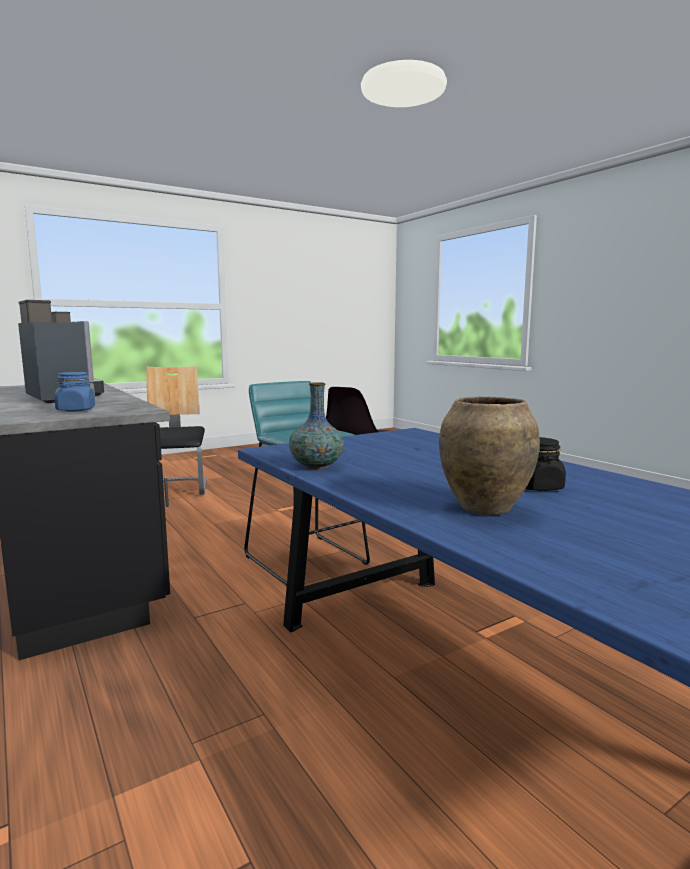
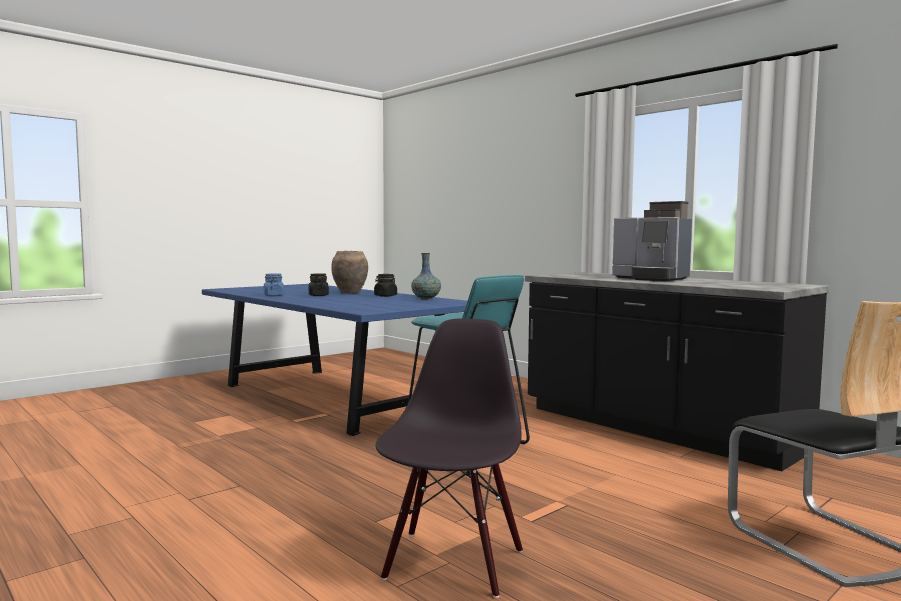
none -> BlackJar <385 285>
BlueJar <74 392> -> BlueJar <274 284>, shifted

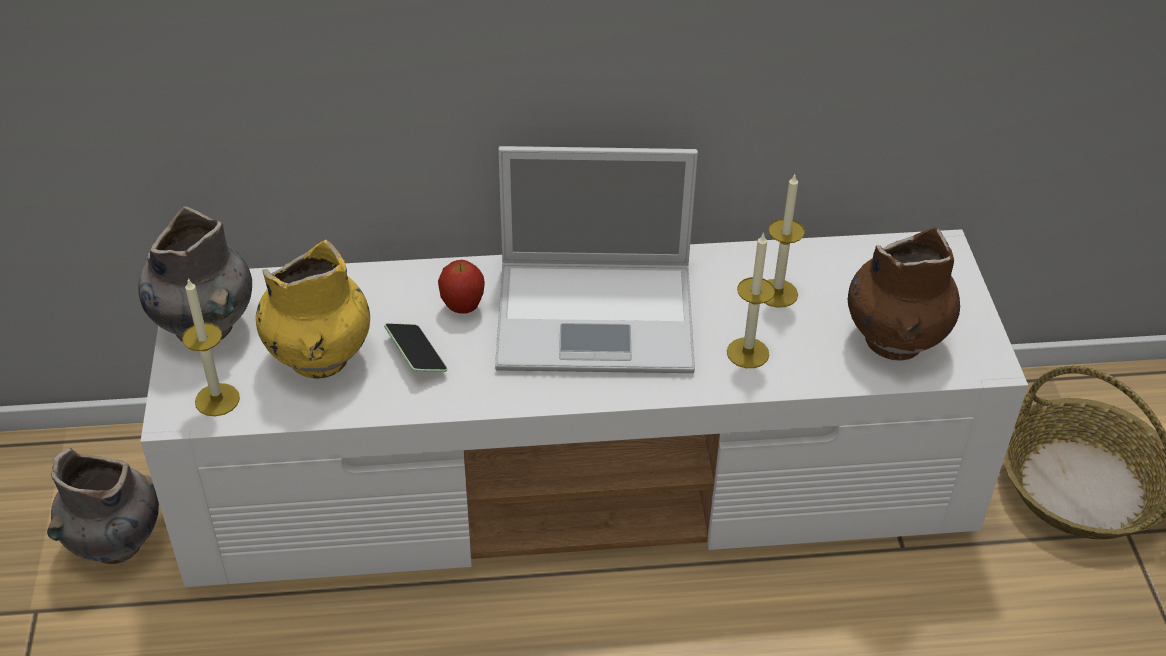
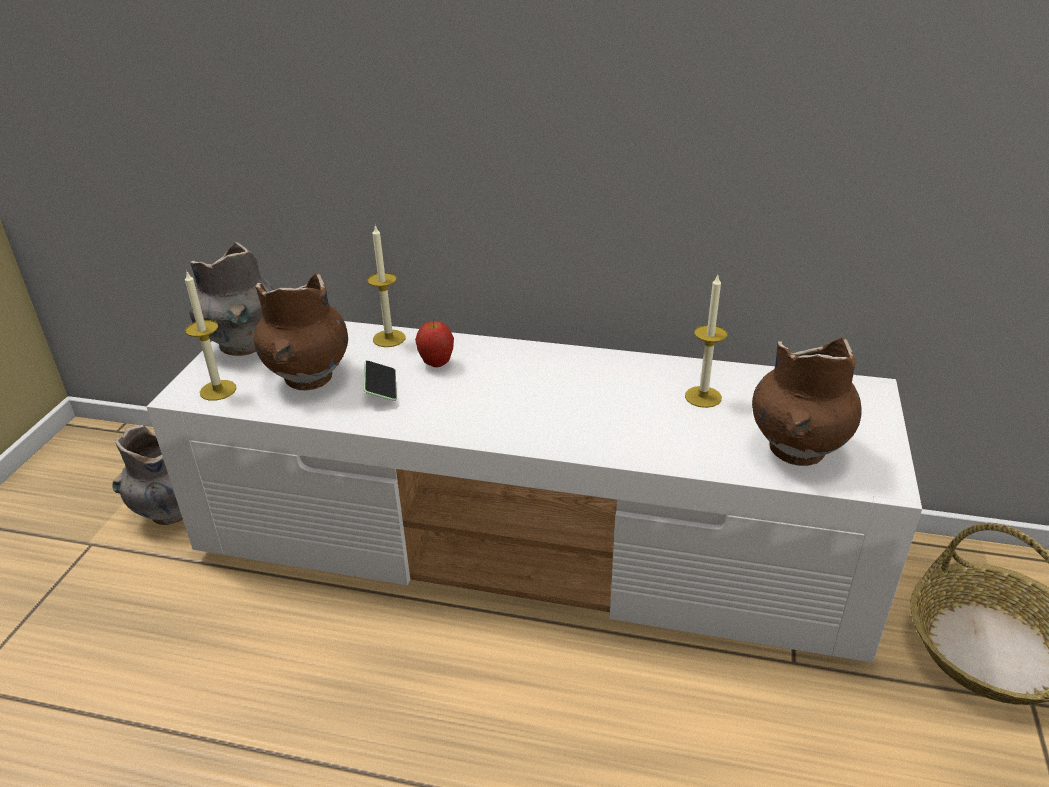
Laptop <596 259> -> none
Candle <751 300> -> Candle <386 286>, shifted
YellowVase <313 309> -> BrownVase <301 331>

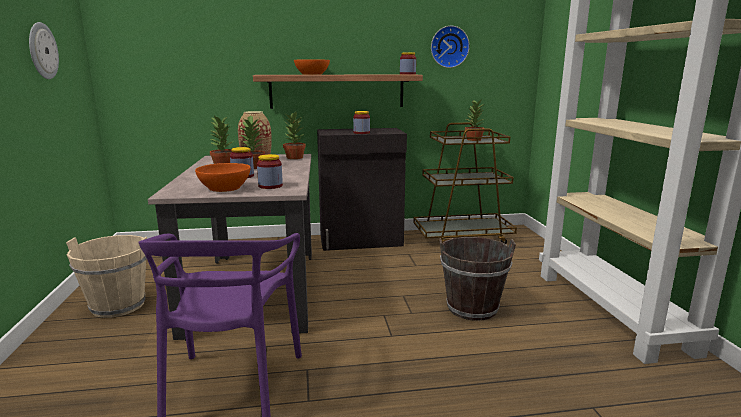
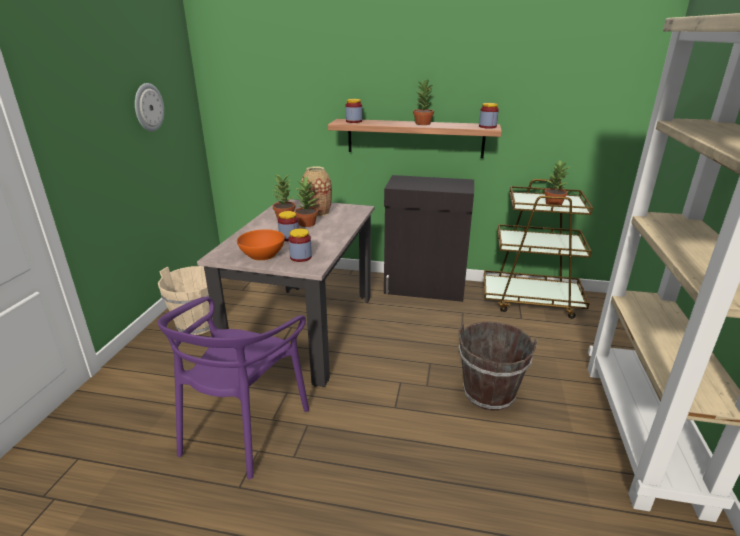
OrangeBowl <312 67> -> none
WallClock <450 47> -> none
PottedPlant <294 135> -> PottedPlant <423 102>, shifted
Jar <361 122> -> Jar <354 111>, shifted

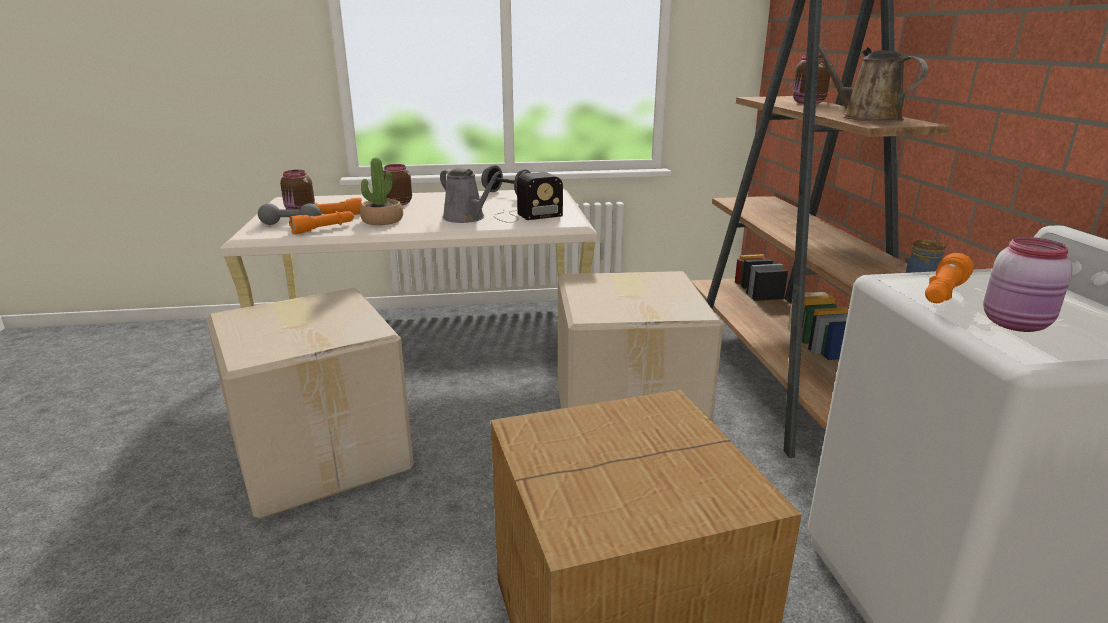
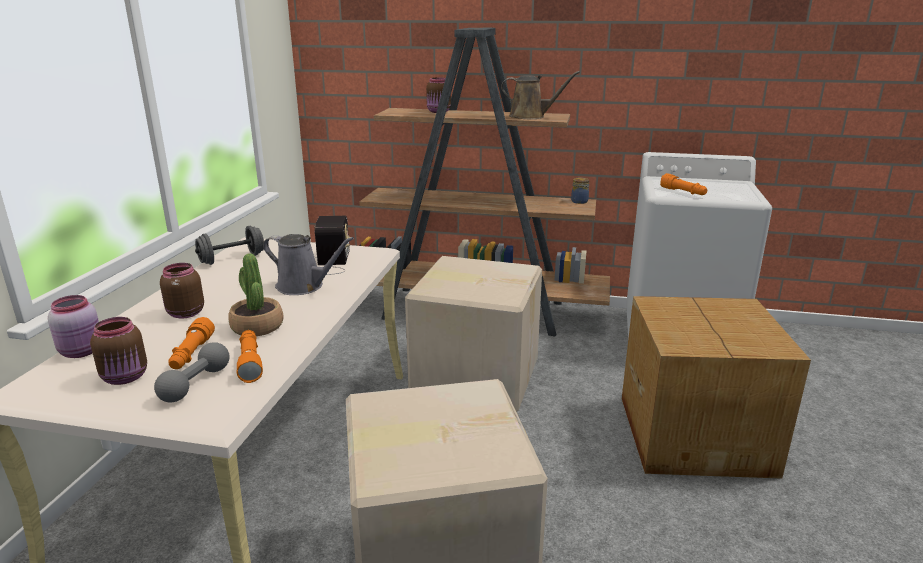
PinkJar <1028 284> -> PinkJar <73 326>, shifted
GreyWateringCan <470 195> -> GreyWateringCan <308 264>, 45 degrees clockwise
BrownWateringCan <873 83> -> BrownWateringCan <540 95>, 150 degrees counterclockwise

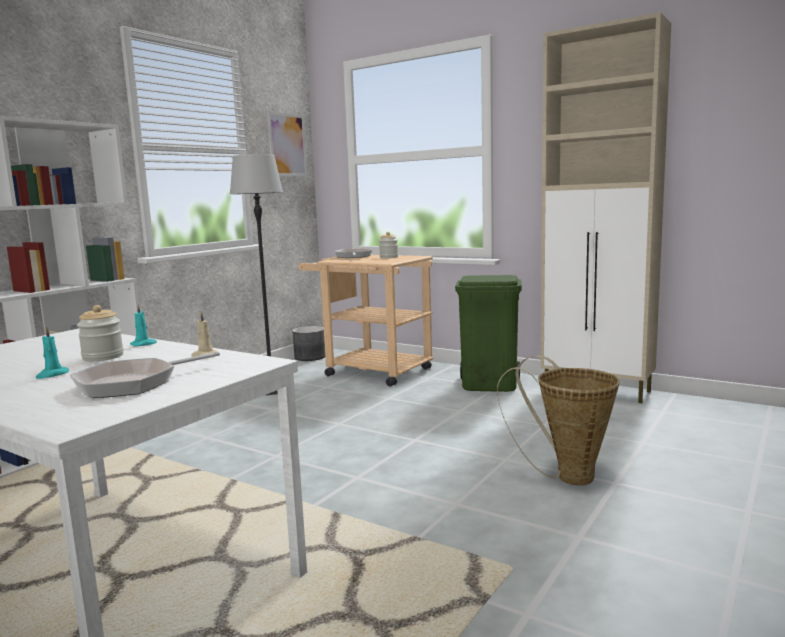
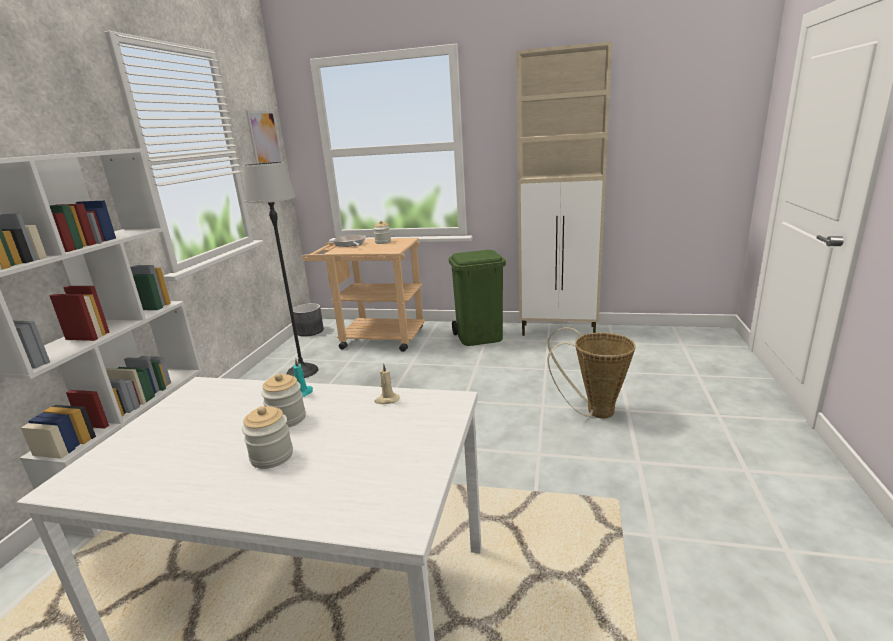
FryingPan <145 375> -> none
TurquoiseCandle <52 352> -> Jar <267 437>

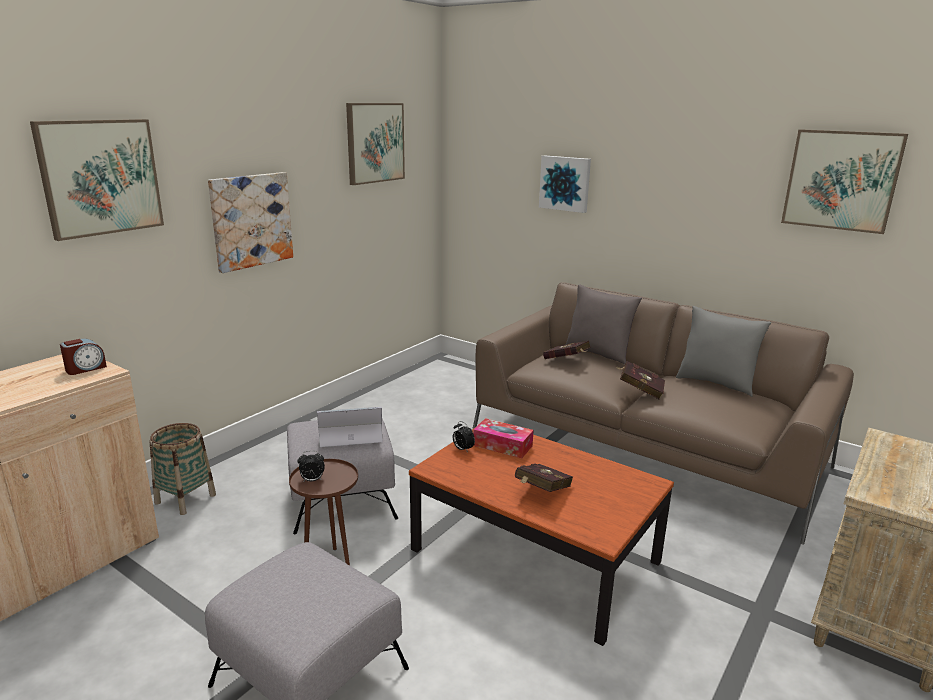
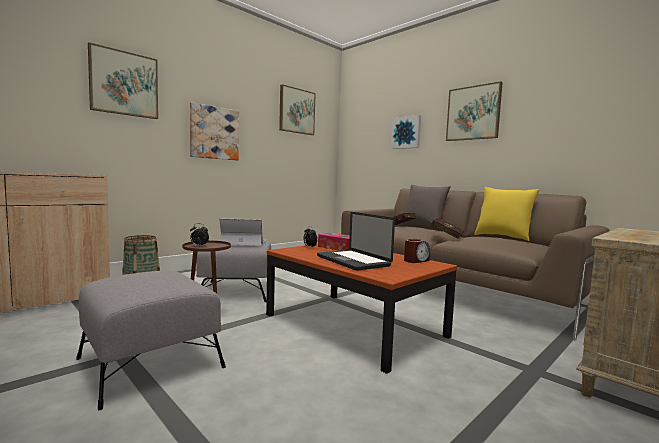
AlarmClock <83 356> -> AlarmClock <417 251>, shifted
Picture <844 181> -> Picture <474 111>, shifted
RedBook <544 478> -> Laptop <356 241>
GreyPillow <723 351> -> YellowPillow <507 214>

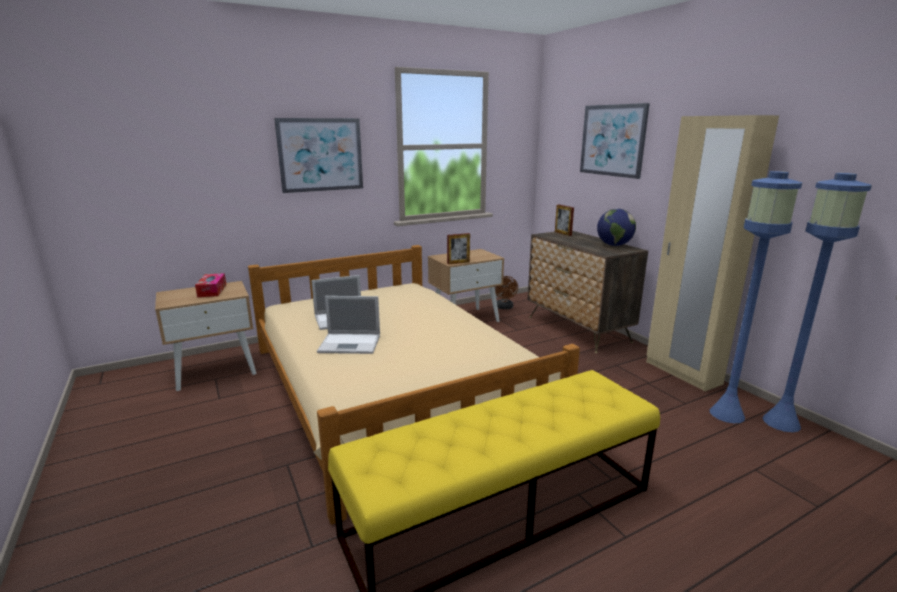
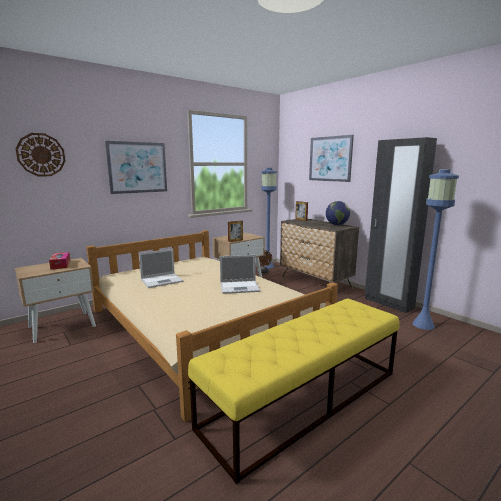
none -> WallClock <40 155>
Laptop <348 325> -> Laptop <240 274>, shifted
BlueFloorLamp <817 302> -> BlueFloorLamp <269 218>, shifted
BeigeWardrobe <712 253> -> BlackWardrobe <401 225>

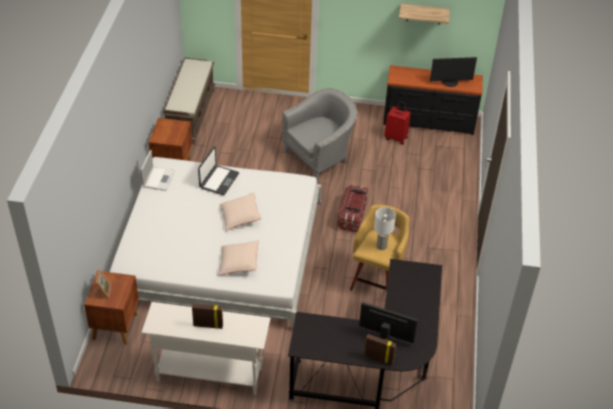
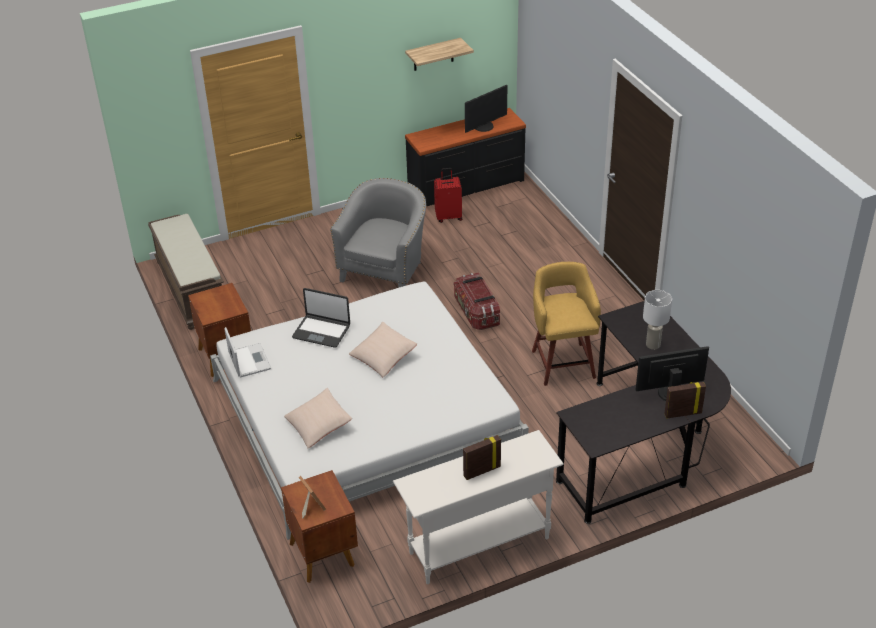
BeigePillow <238 258> -> BeigePillow <318 418>, shifted
WhiteTableLamp <385 228> -> WhiteTableLamp <657 320>, shifted
Laptop <218 170> -> Laptop <321 318>, 120 degrees clockwise

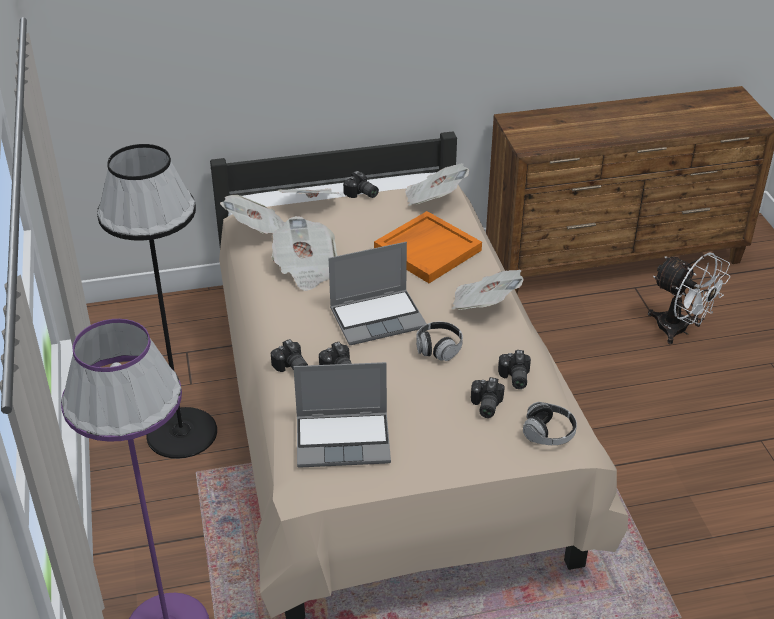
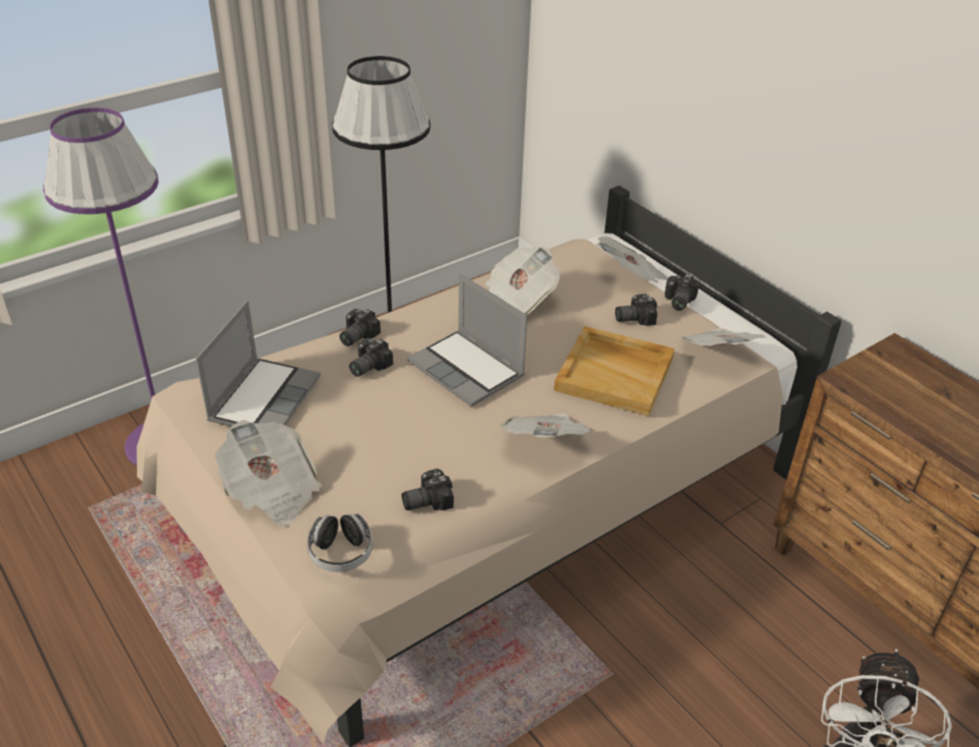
Headphones <439 341> -> none
Newspaper <252 214> -> Newspaper <268 473>, shifted
PhotoCamera <488 397> -> PhotoCamera <636 310>, shifted
OrangeTray <428 247> -> BeigeTray <614 371>
Laptop <342 414> -> Laptop <258 363>, 135 degrees counterclockwise

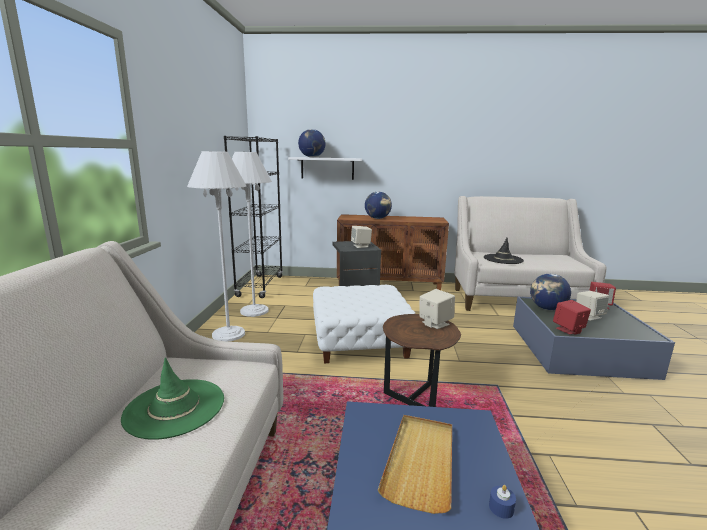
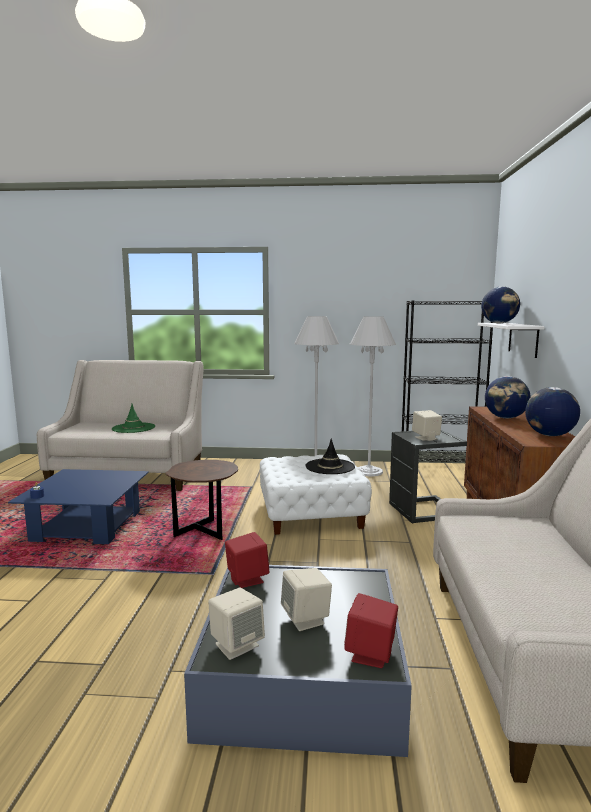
BeigeTray <415 464> -> none
BeigeSpeaker <437 309> -> BeigeSpeaker <236 624>, shifted
BlackHat <504 251> -> BlackHat <330 456>, shifted
Globe <550 292> -> Globe <552 411>, shifted

